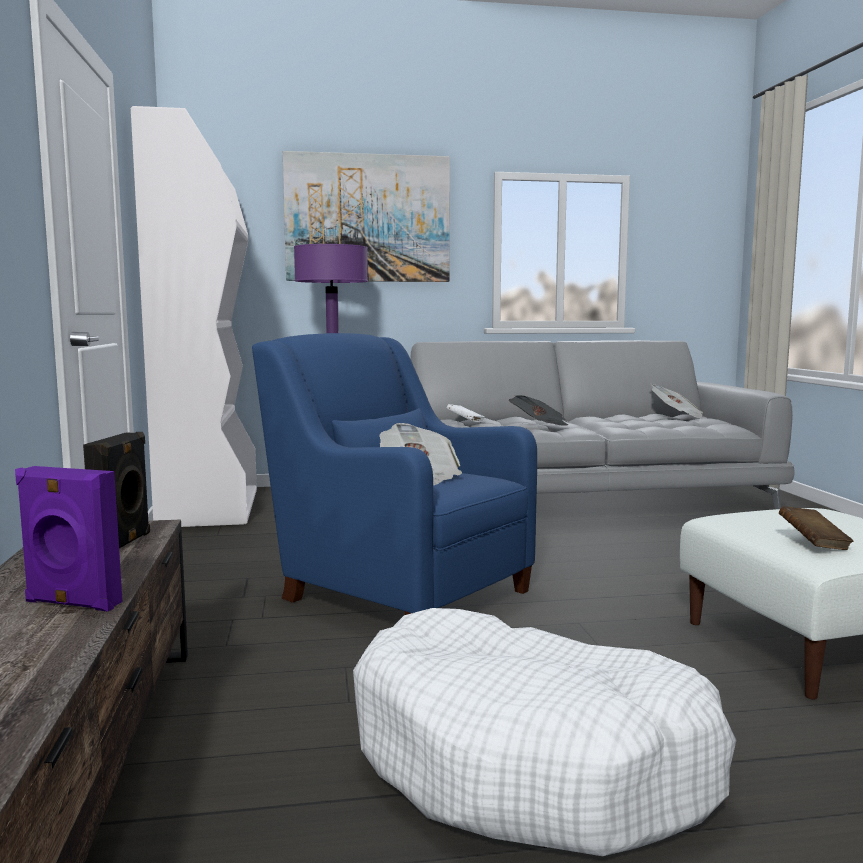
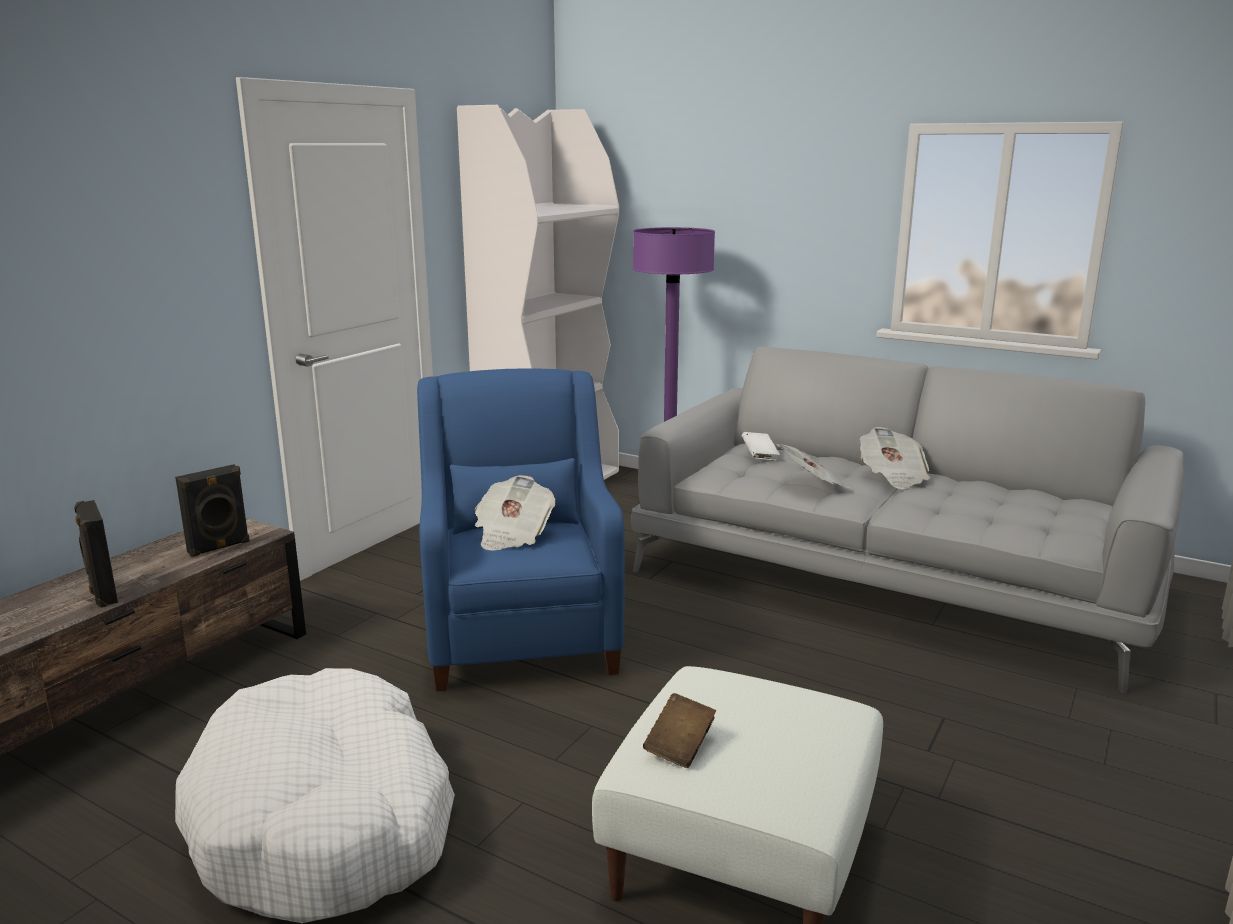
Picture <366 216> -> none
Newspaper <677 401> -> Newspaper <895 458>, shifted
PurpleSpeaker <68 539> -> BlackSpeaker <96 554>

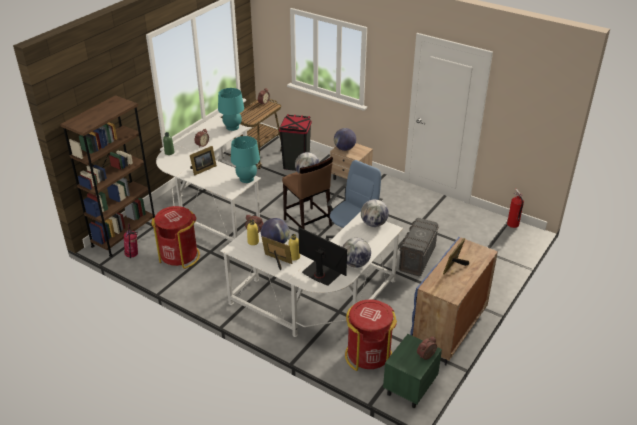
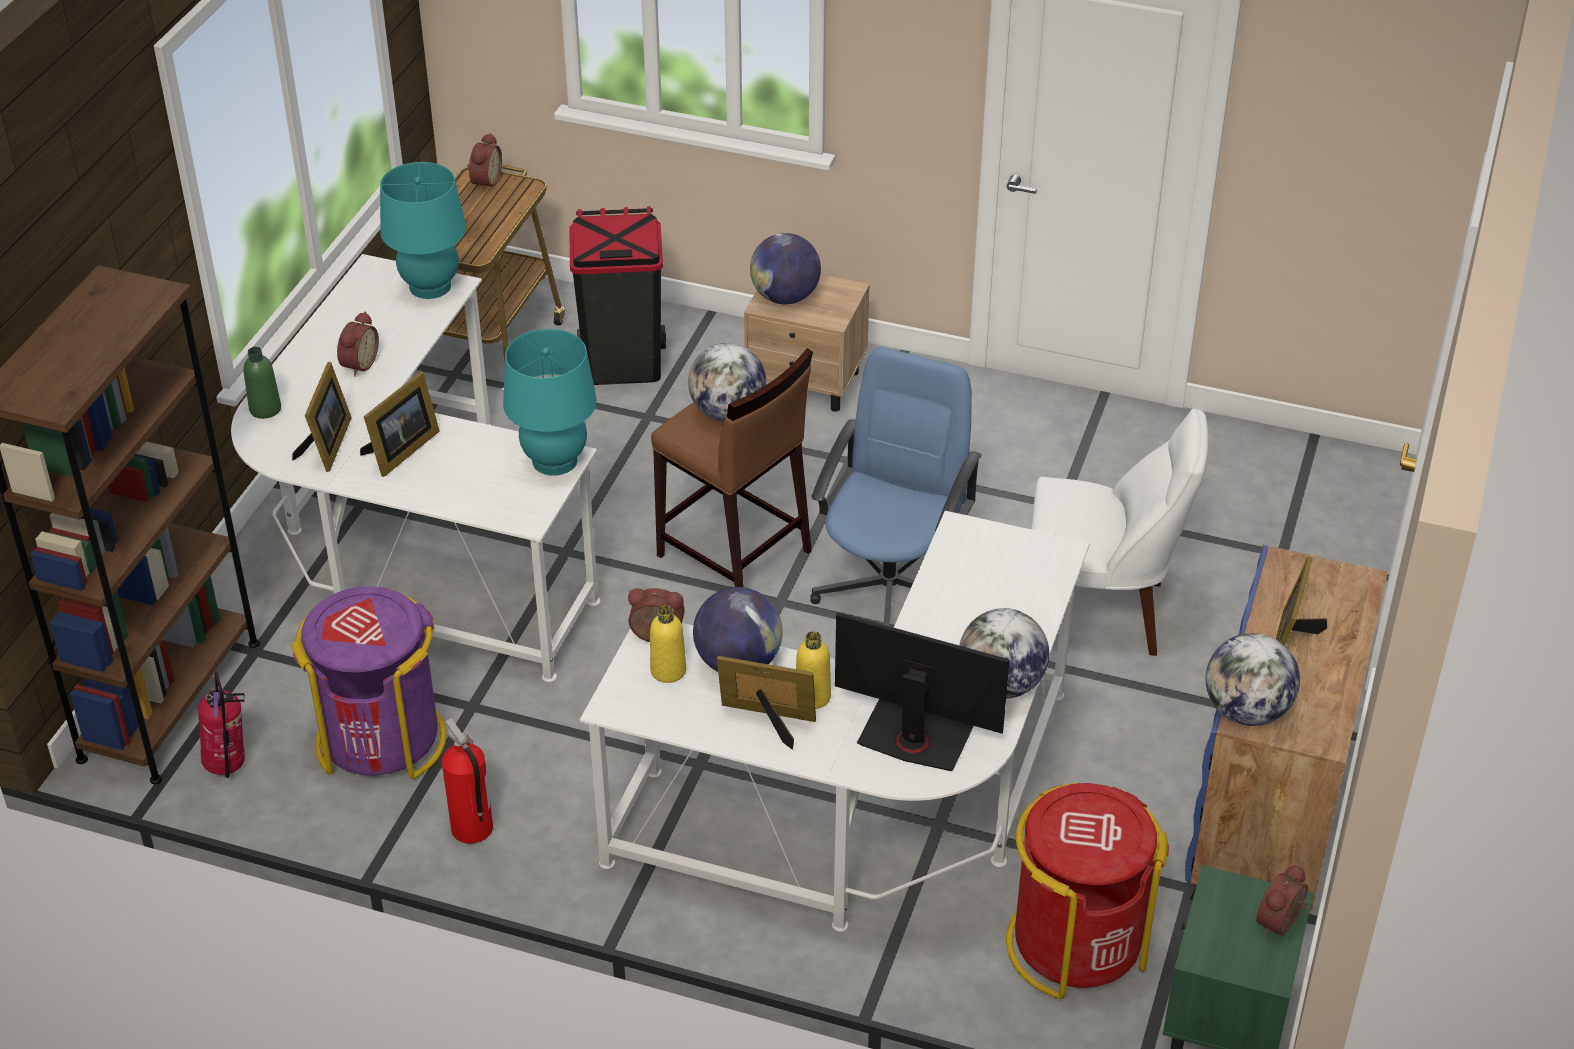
none -> PictureFrame <322 417>
Globe <375 213> -> Globe <1253 679>, shifted
FireExtinguisher <515 208> -> FireExtinguisher <467 781>, shifted
GreyStorageBox <419 247> -> WhiteChair <1120 532>
RedTrashCan <175 237> -> PurpleTrashCan <369 682>

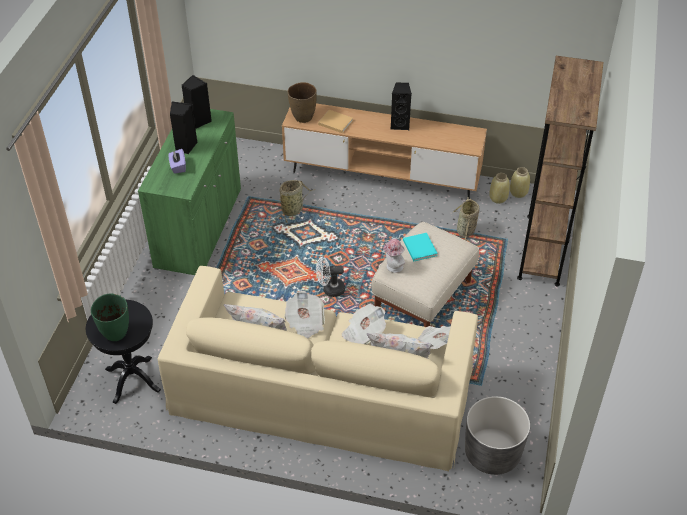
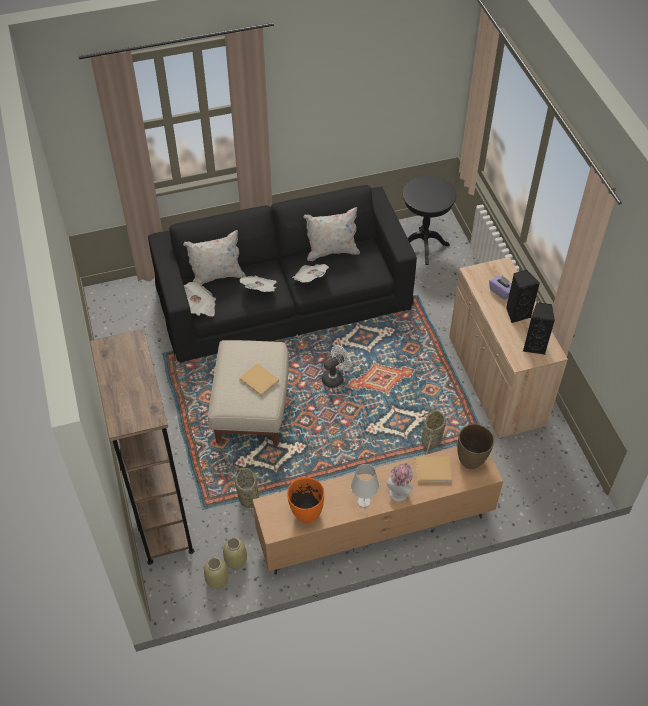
GreenVase <110 317> -> none
GreyPlanter <497 435> -> none
none -> OrangeVase <305 500>
Hat <394 256> -> Hat <400 482>, shifted
BlackSpeaker <401 106> -> WhiteTableLamp <365 486>
GreenCabinet <189 192> -> BeigeCabinet <508 348>
BeigeSofa <318 368> -> BlackSofa <282 274>
TurquoiseBook <420 247> -> BeigeBook <259 380>

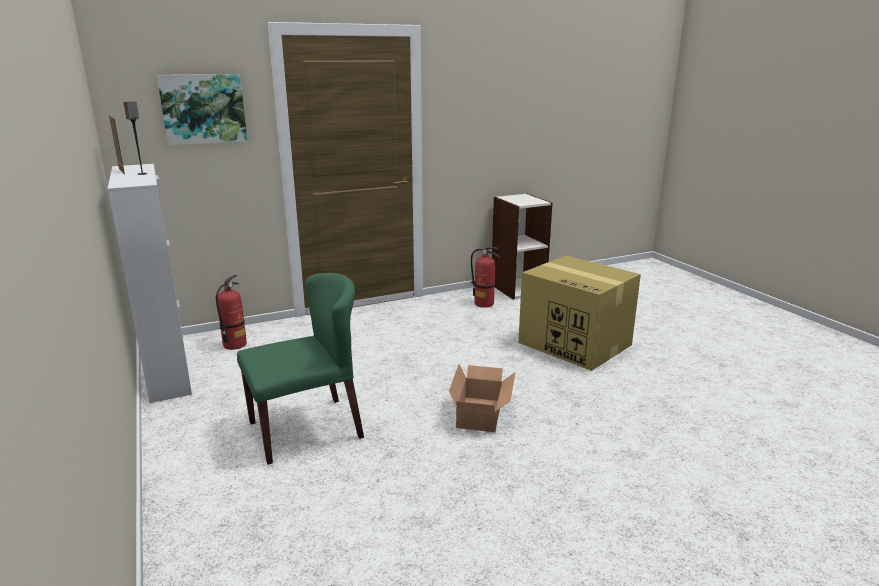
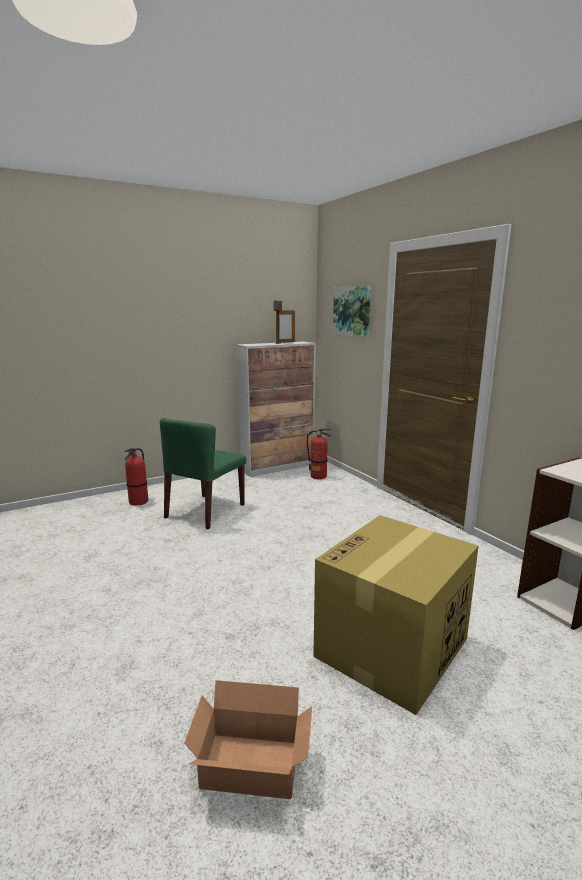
CardboardBox <482 398> -> CardboardBox <248 739>, shifted
FireExtinguisher <485 277> -> FireExtinguisher <136 477>, shifted
GreenChair <300 369> -> GreenChair <203 473>, 60 degrees clockwise

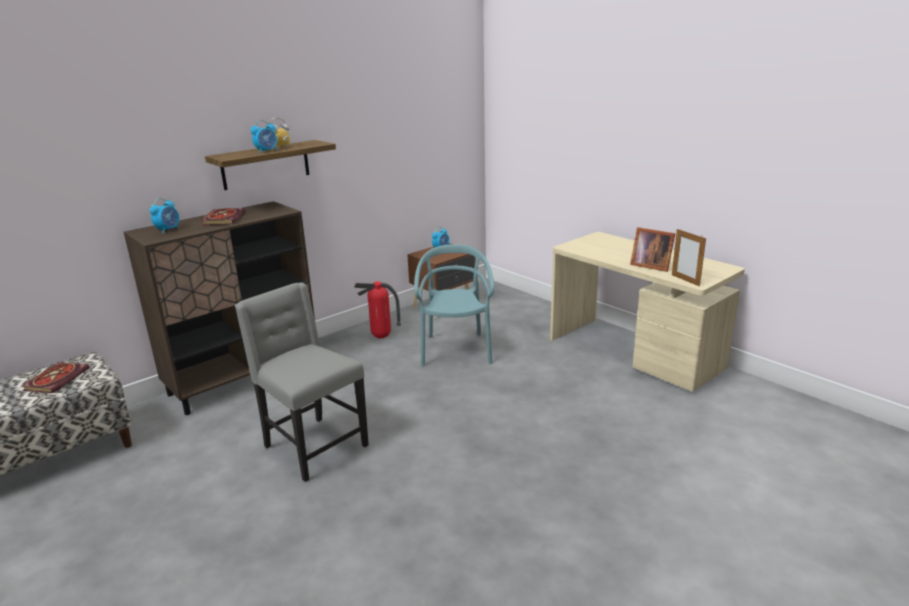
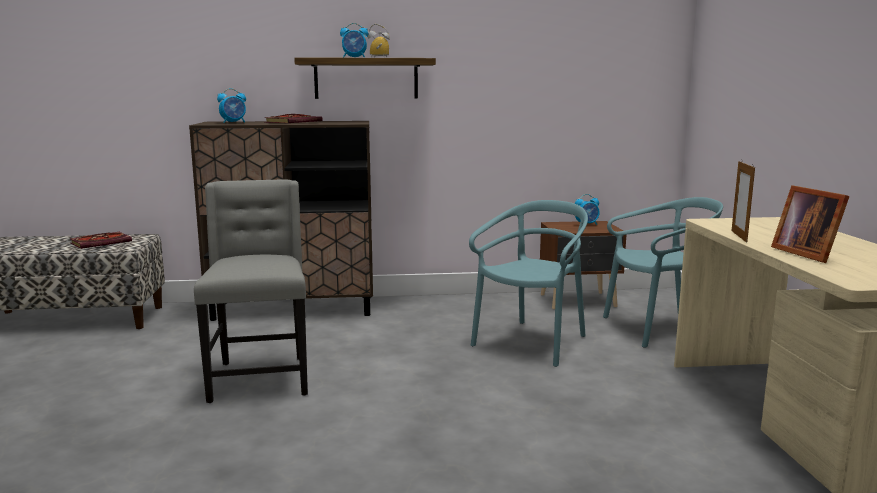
FireExtinguisher <377 310> -> none
none -> TurquoiseChair <663 272>
PictureFrame <689 257> -> PictureFrame <743 201>, shifted

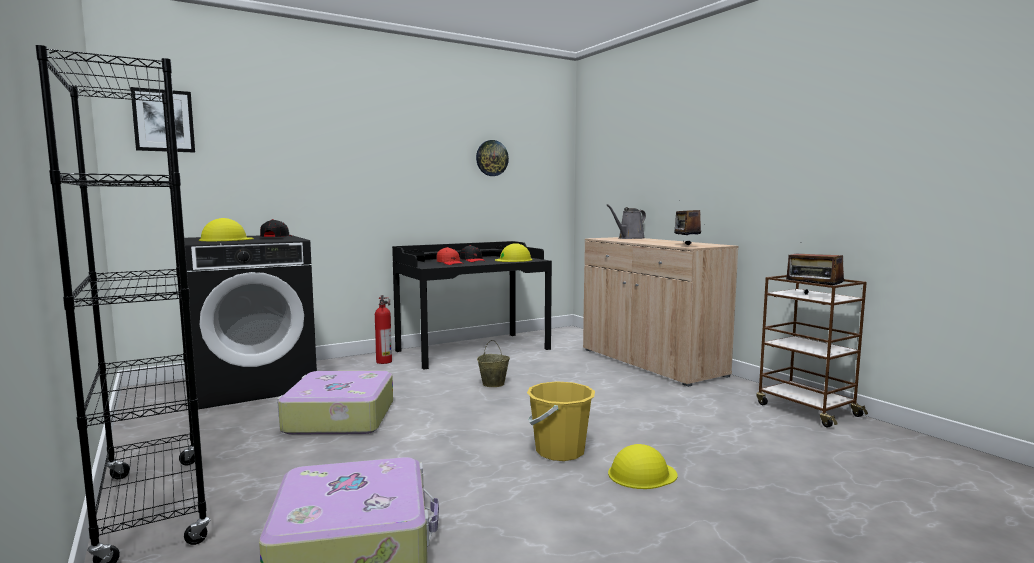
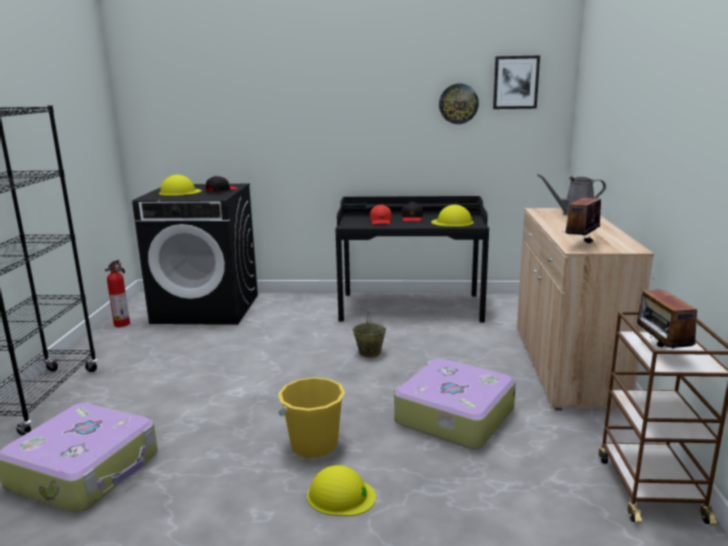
Picture <162 120> -> Picture <516 82>, shifted
Suitcase <335 403> -> Suitcase <455 403>, shifted
FireExtinguisher <383 329> -> FireExtinguisher <117 293>, shifted

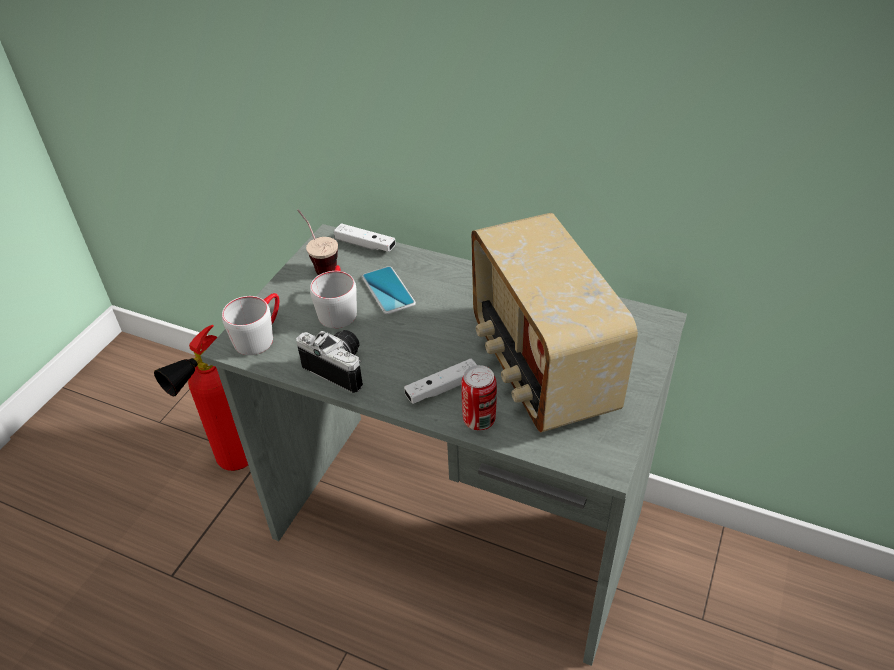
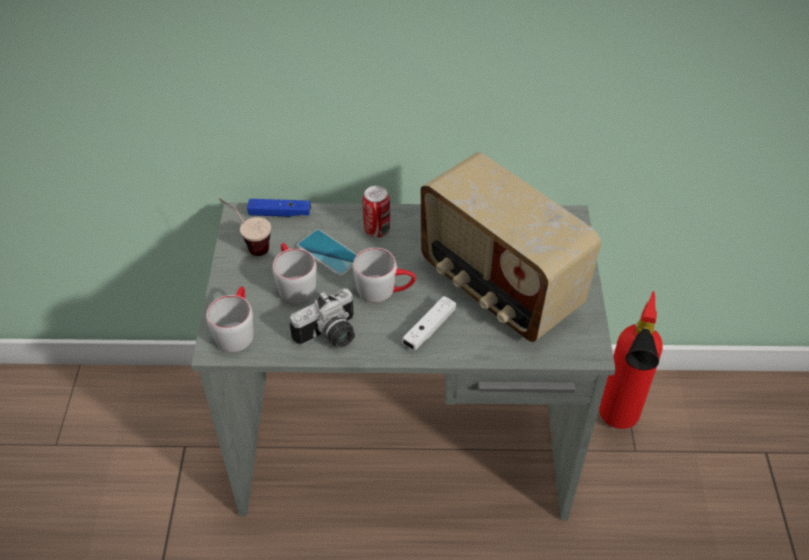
none -> GreyMug <384 275>
FireExtinguisher <201 398> -> FireExtinguisher <631 360>, shifted
Can <479 397> -> Can <376 212>, shifted
WhiteGameController <365 237> -> BlueGameController <279 208>
PhotoCamera <329 361> -> PhotoCamera <322 318>, 135 degrees clockwise

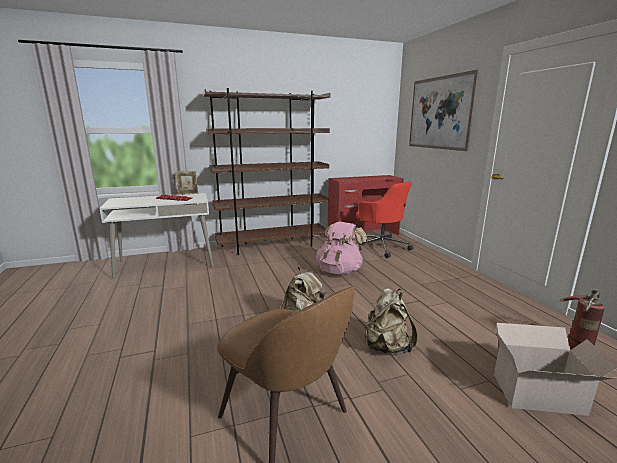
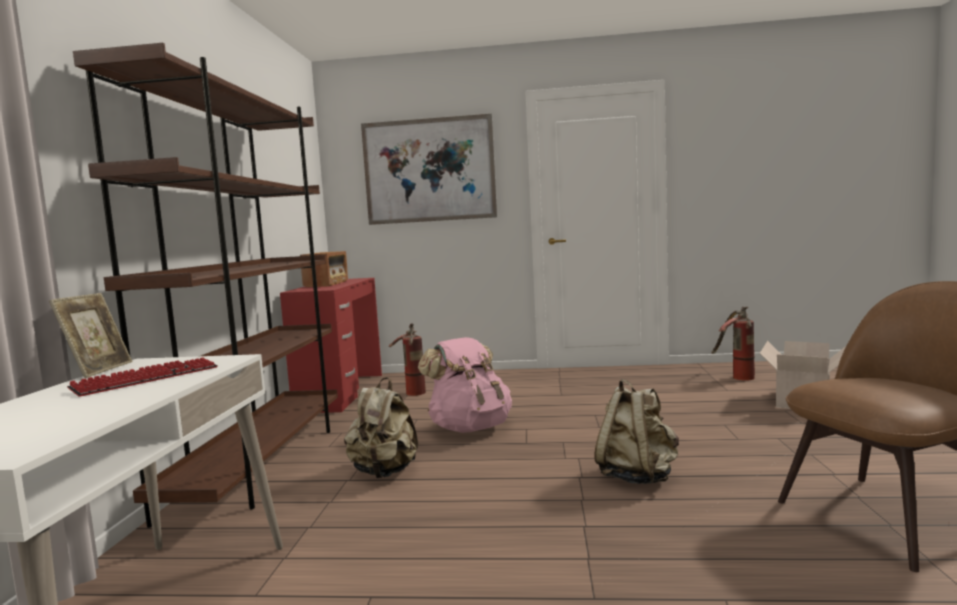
none -> Radio <324 269>
BeigeBackpack <391 321> -> BeigeBackpack <381 427>, shifted
RedOfficeChair <384 219> -> FireExtinguisher <407 359>

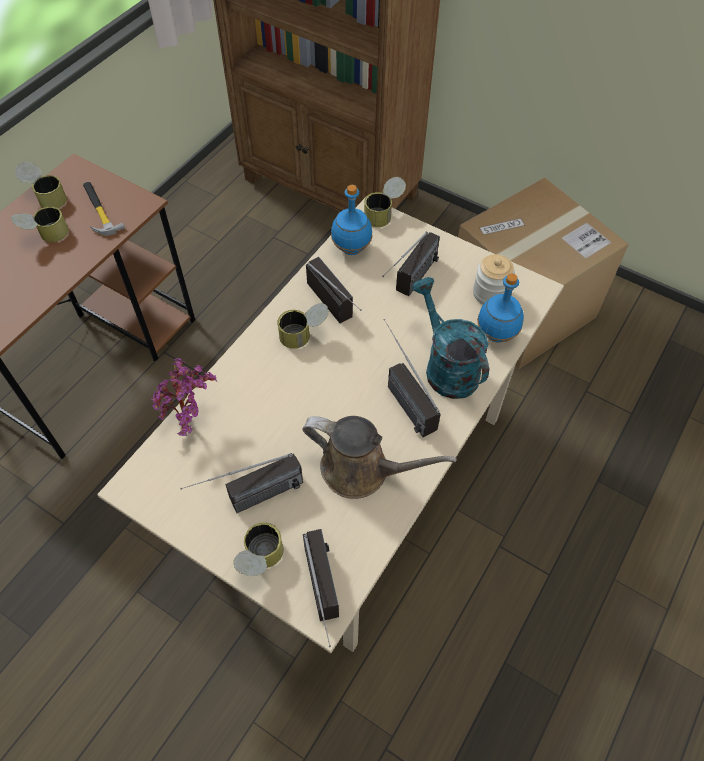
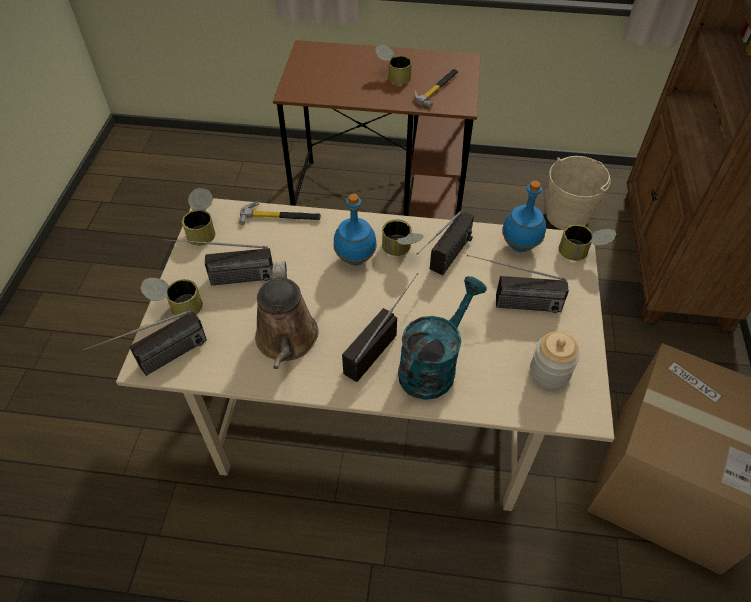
none -> BeigeBucket <578 193>
Can <41 185> -> Can <198 217>, shifted
BlueBottle <500 308> -> BlueBottle <355 230>, shifted
PottedPlant <184 397> -> Hammer <280 213>
Radio <241 483> -> Radio <218 262>, 45 degrees counterclockwise

